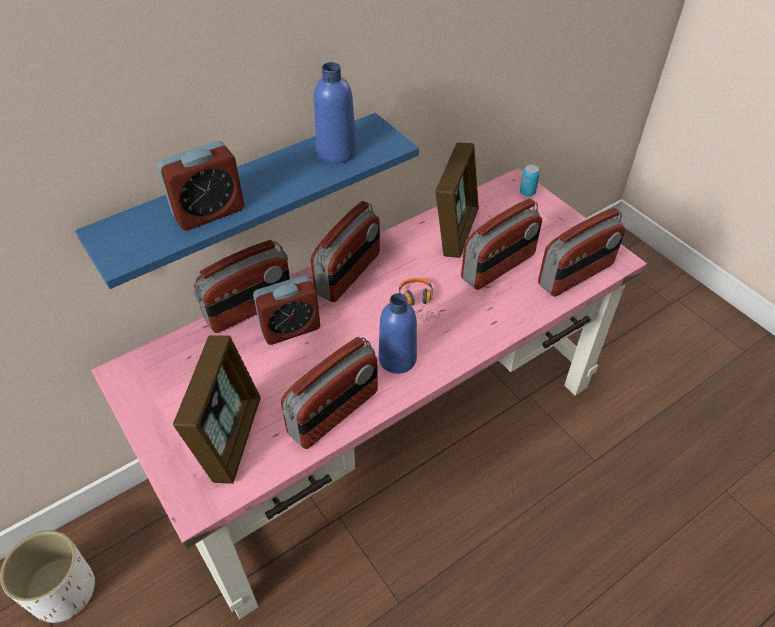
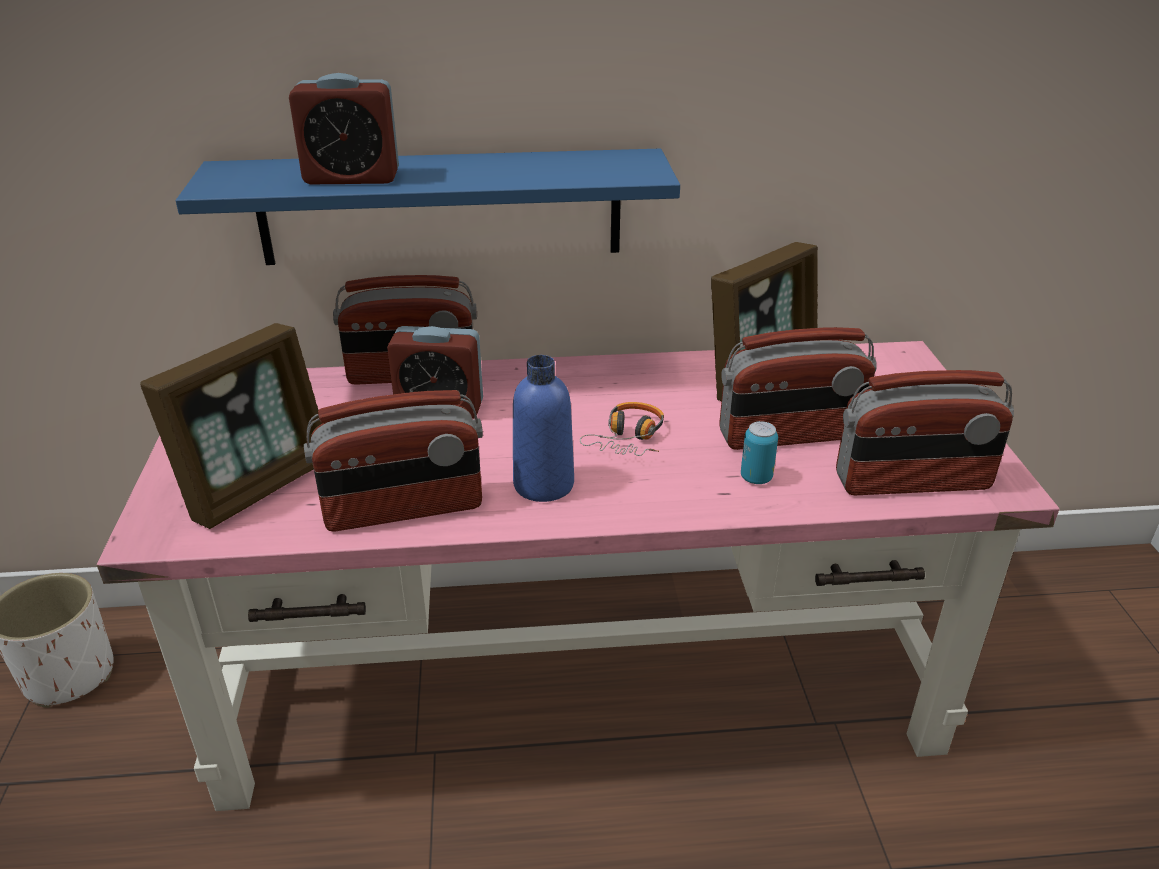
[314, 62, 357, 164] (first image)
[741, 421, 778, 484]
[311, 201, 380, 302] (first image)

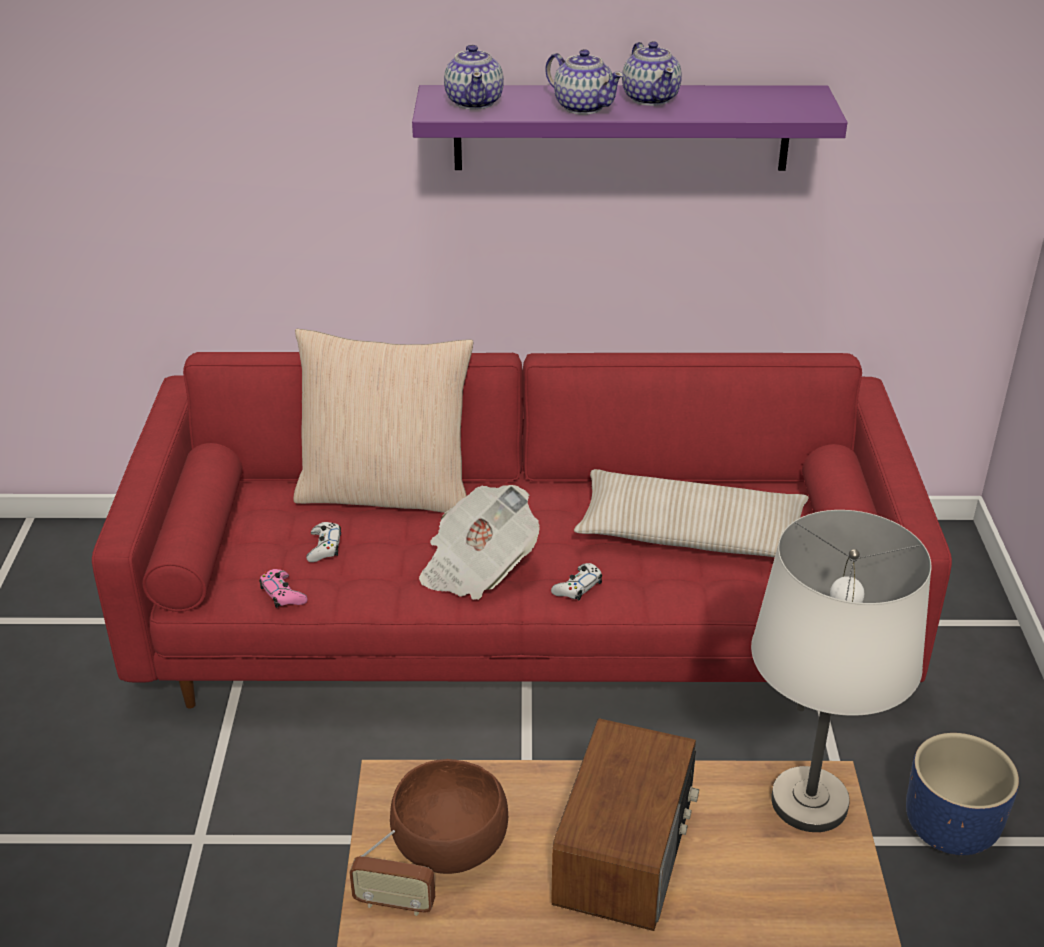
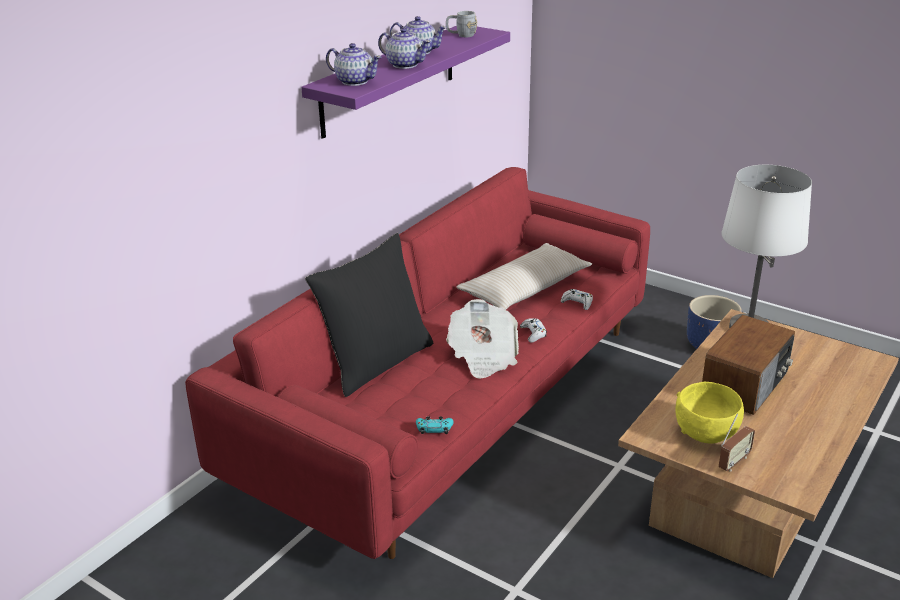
[378, 28, 431, 69]
[305, 233, 433, 397]
[561, 289, 593, 310]
[416, 416, 453, 434]
[702, 315, 795, 415]
[675, 382, 744, 444]
[446, 11, 477, 37]

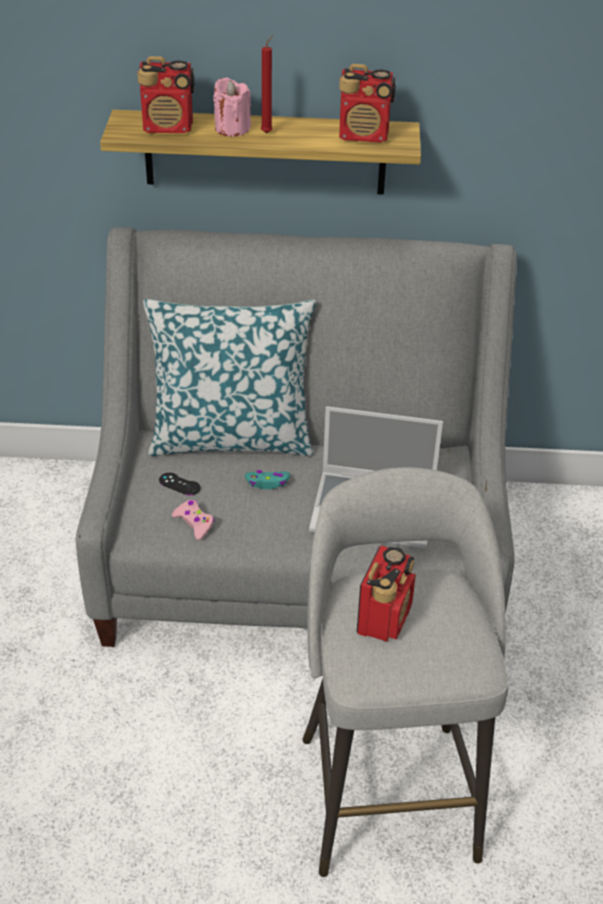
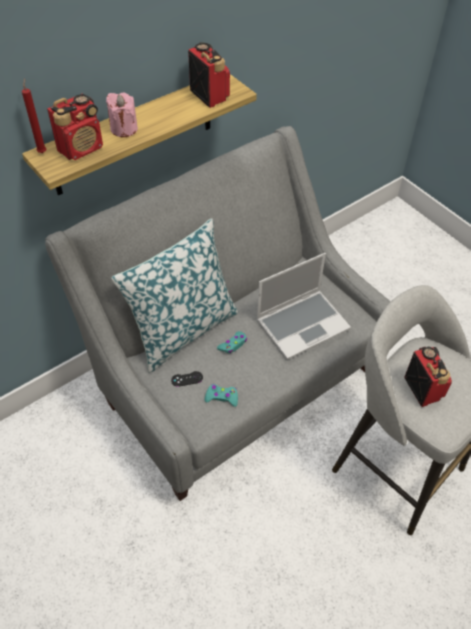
[22, 78, 46, 153]
[188, 42, 230, 108]
[205, 384, 238, 407]

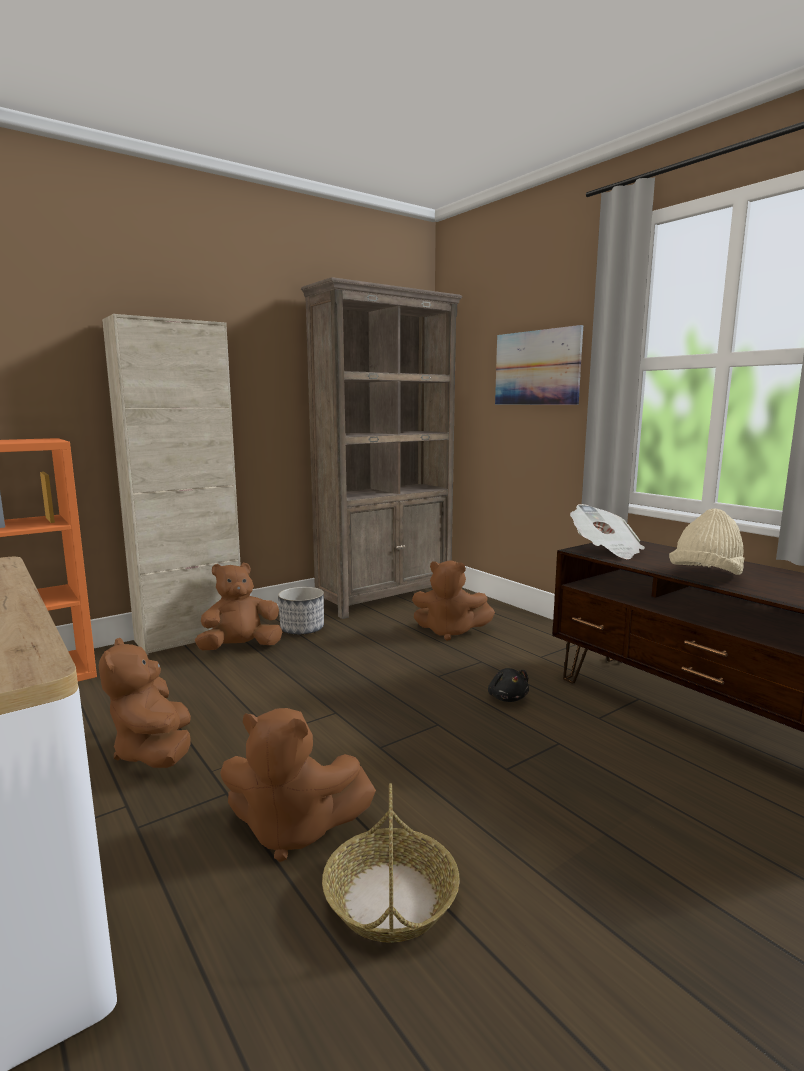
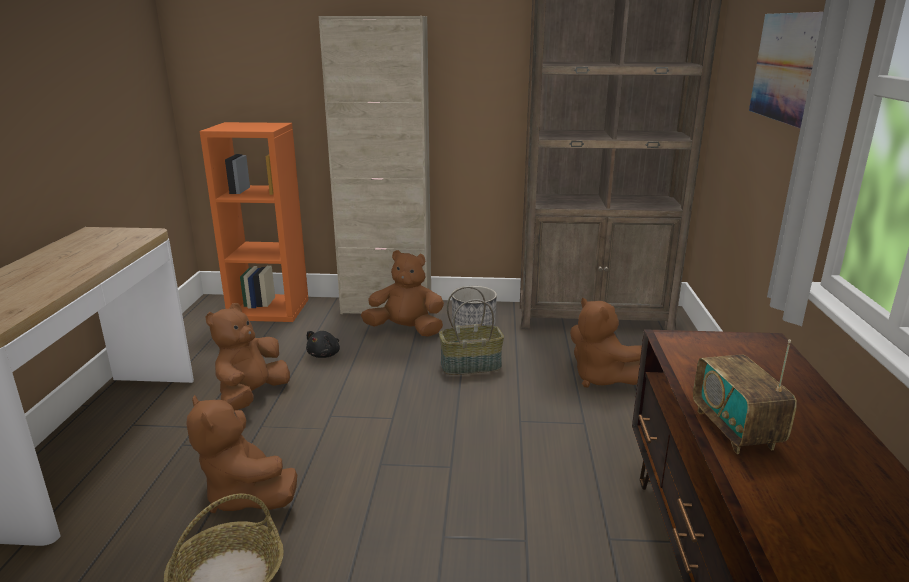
[570, 504, 645, 559] (first image)
[693, 339, 797, 454]
[306, 331, 340, 358]
[439, 286, 504, 375]

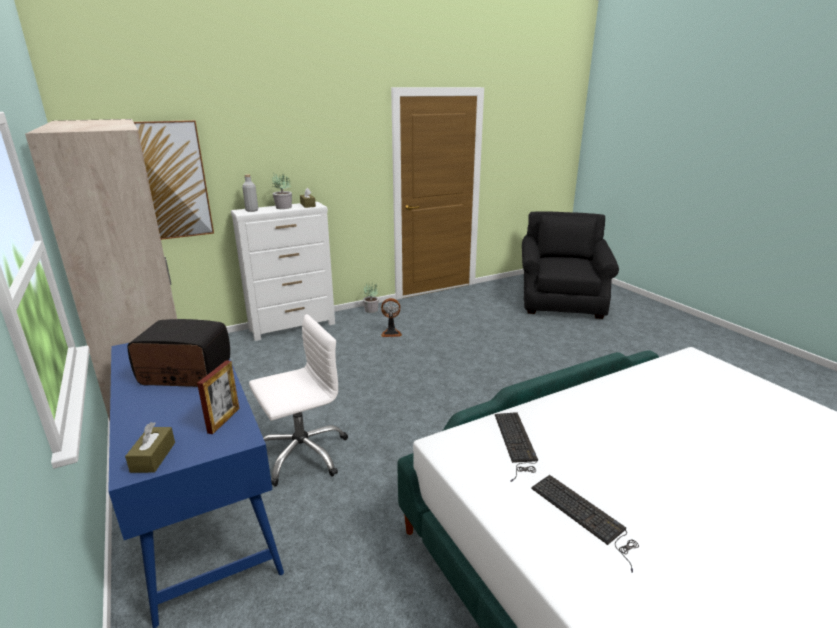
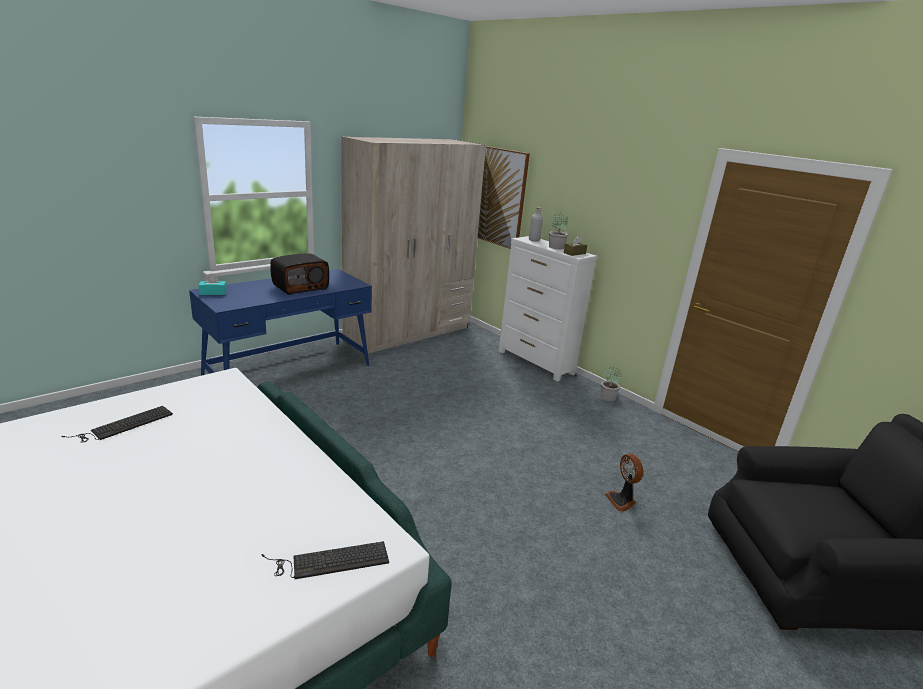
[605, 454, 643, 512]
[249, 314, 348, 487] (first image)
[270, 254, 329, 295]
[197, 360, 239, 434] (first image)
[261, 541, 389, 579]
[198, 274, 227, 295]

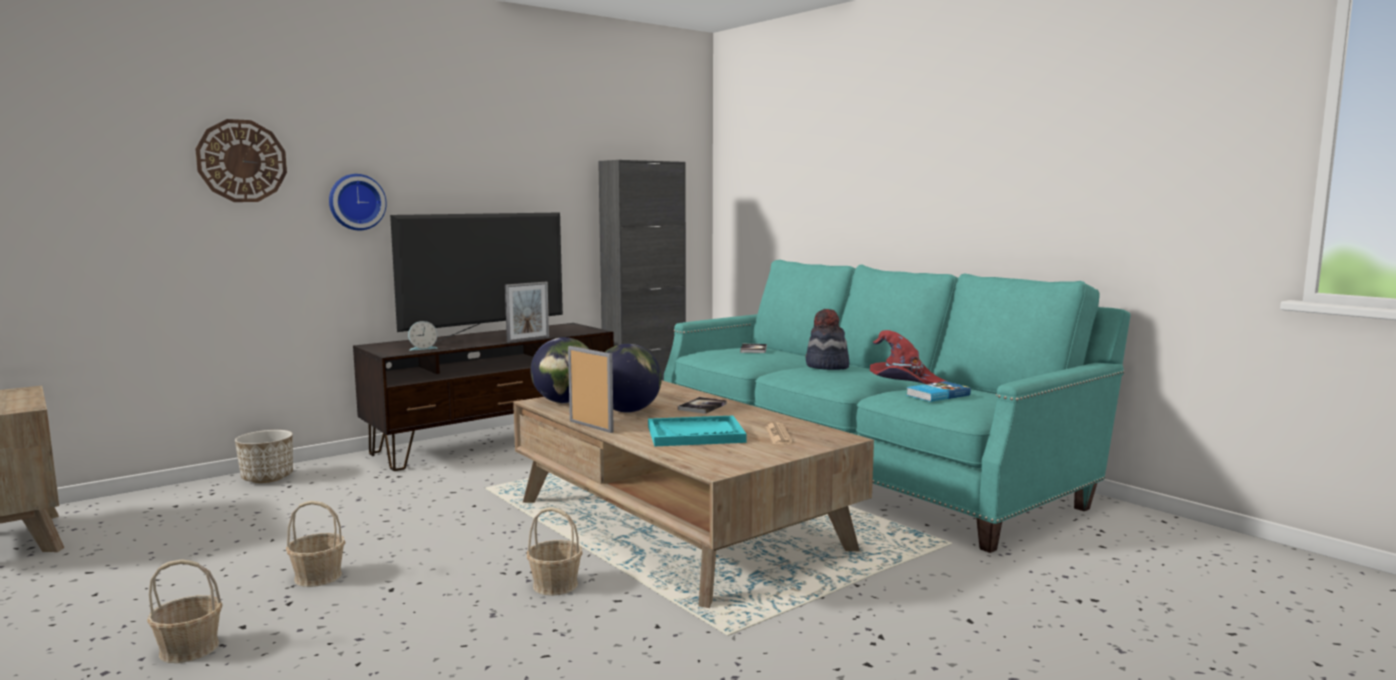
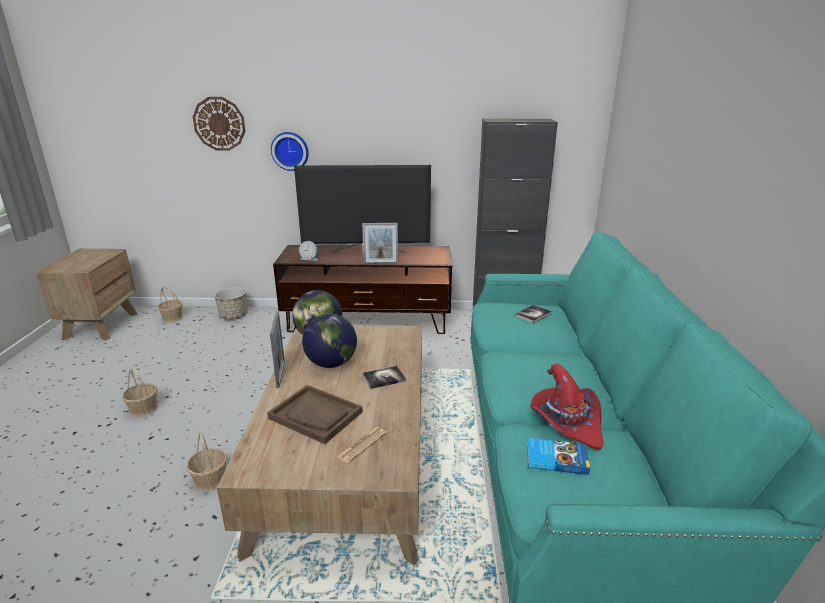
[806, 309, 849, 370] (first image)
[267, 385, 363, 444]
[157, 286, 183, 323]

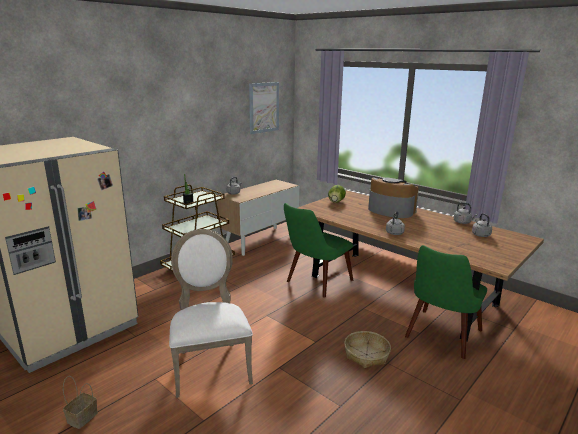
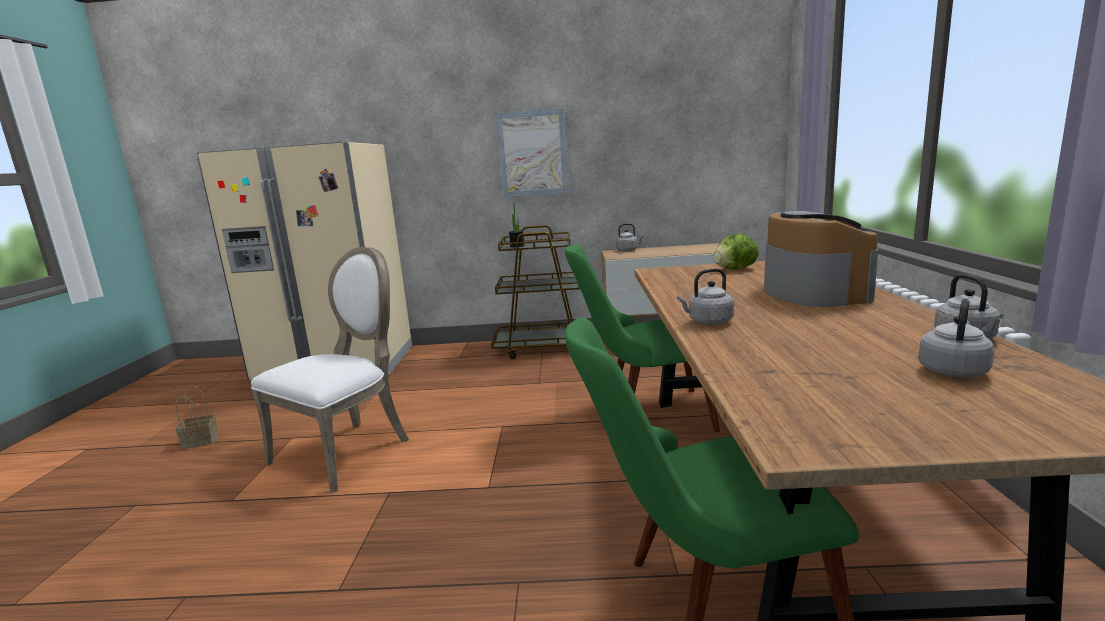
[496, 108, 569, 197]
[344, 331, 391, 368] (first image)

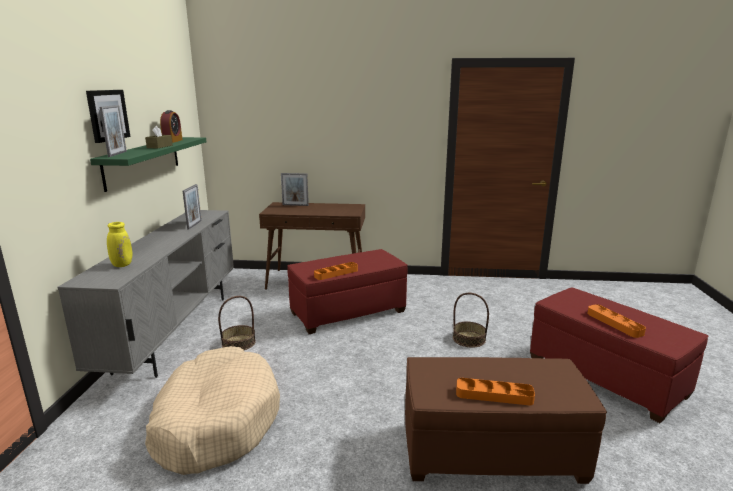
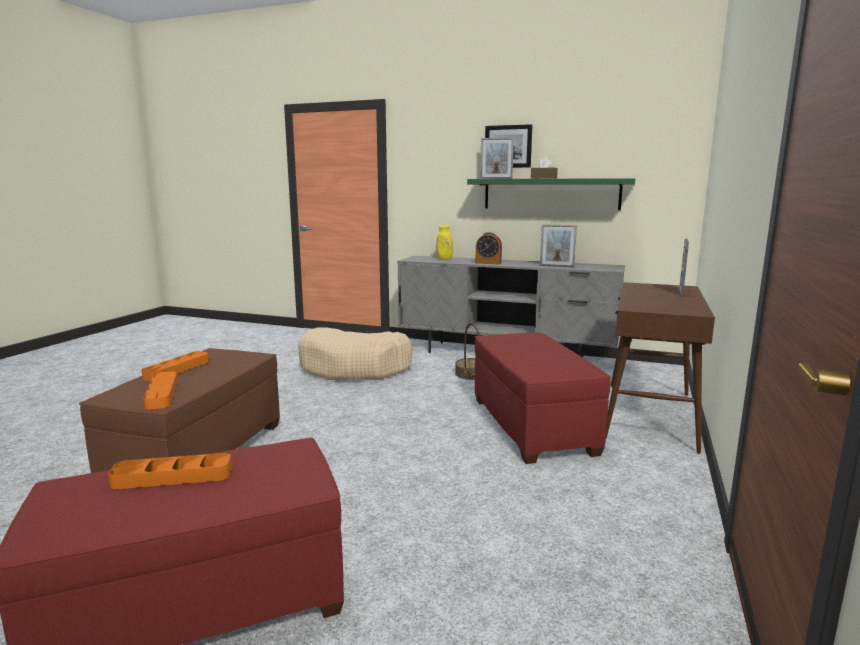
[475, 232, 502, 265]
[143, 371, 178, 410]
[453, 293, 489, 348] (first image)

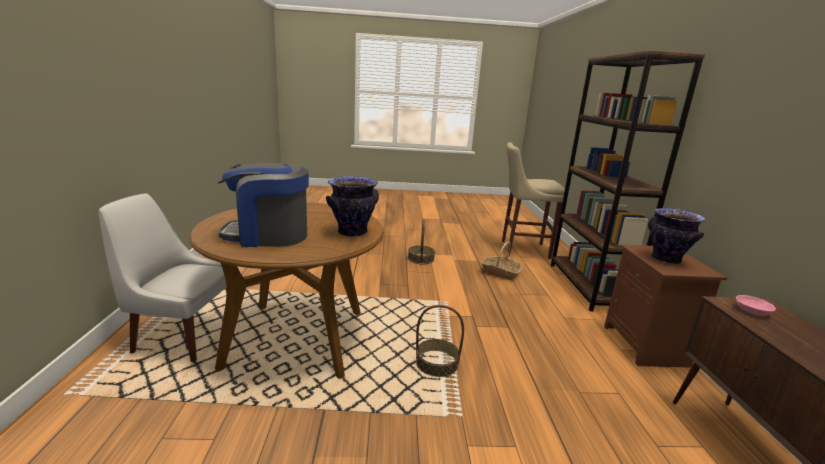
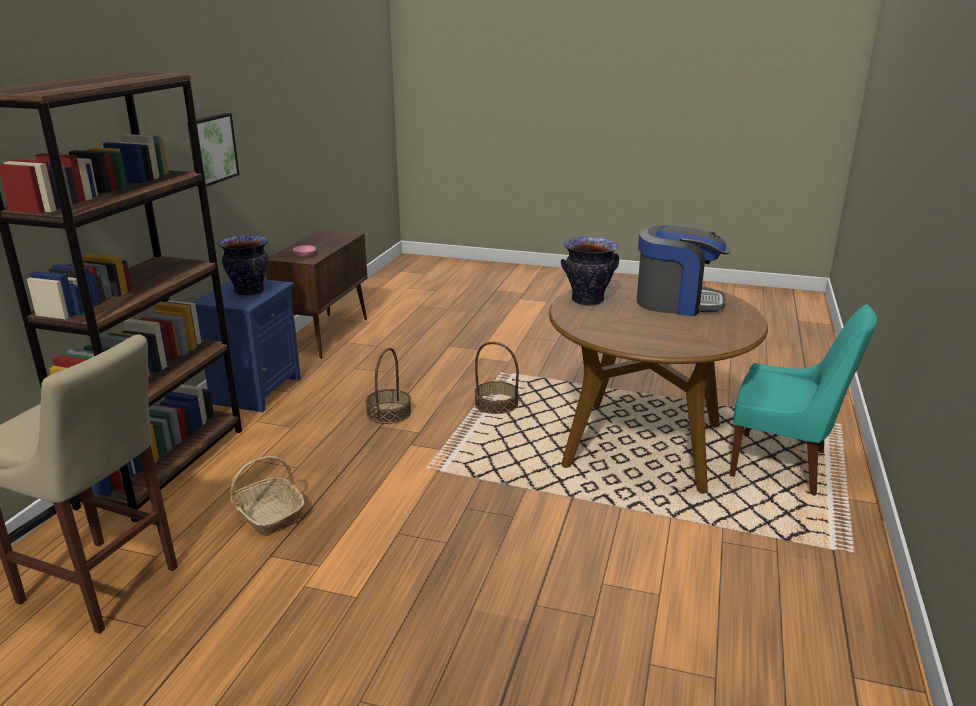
[730, 304, 877, 496]
[366, 348, 411, 424]
[191, 279, 301, 412]
[187, 113, 239, 187]

